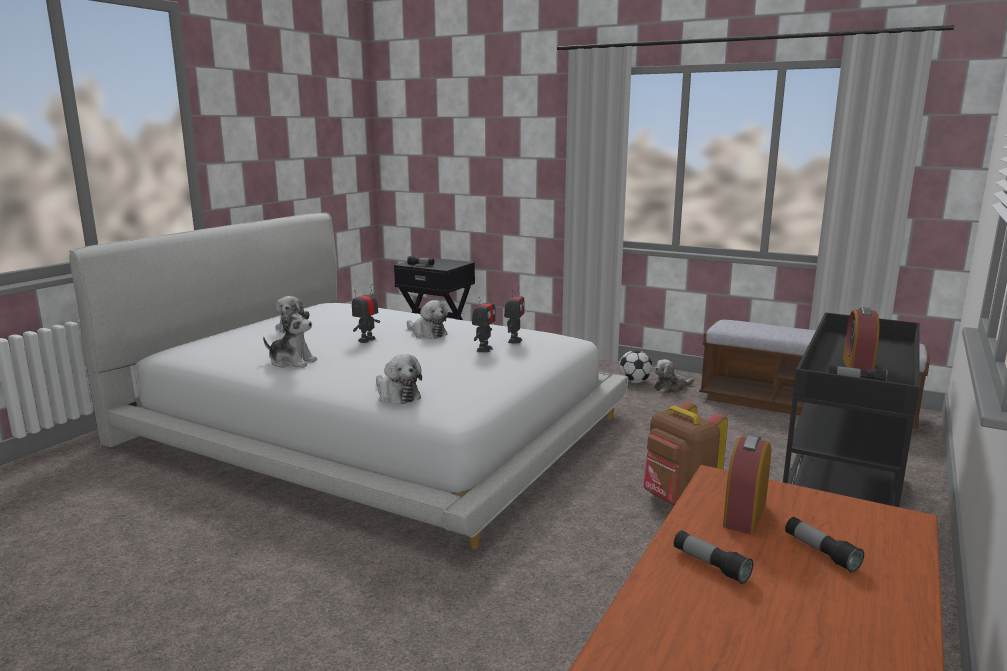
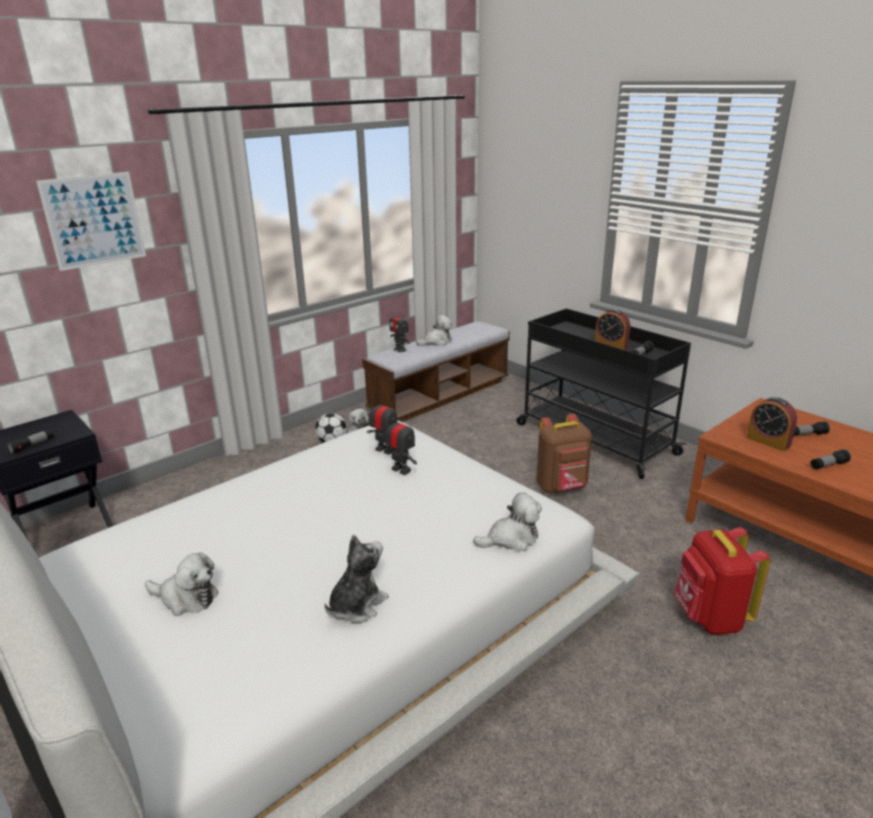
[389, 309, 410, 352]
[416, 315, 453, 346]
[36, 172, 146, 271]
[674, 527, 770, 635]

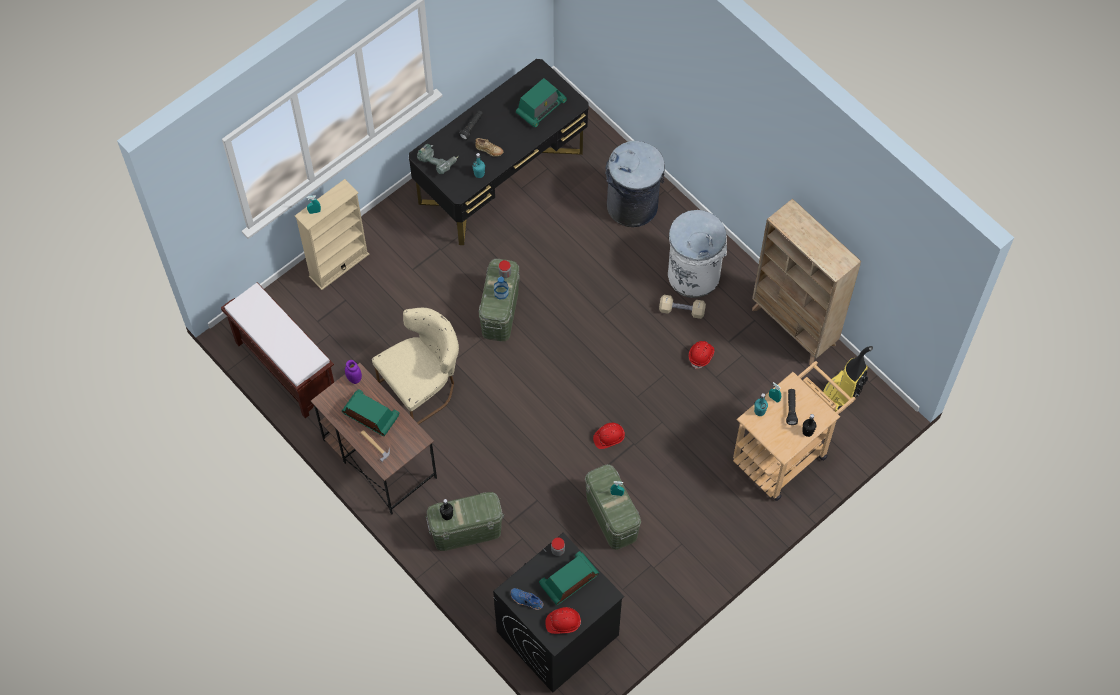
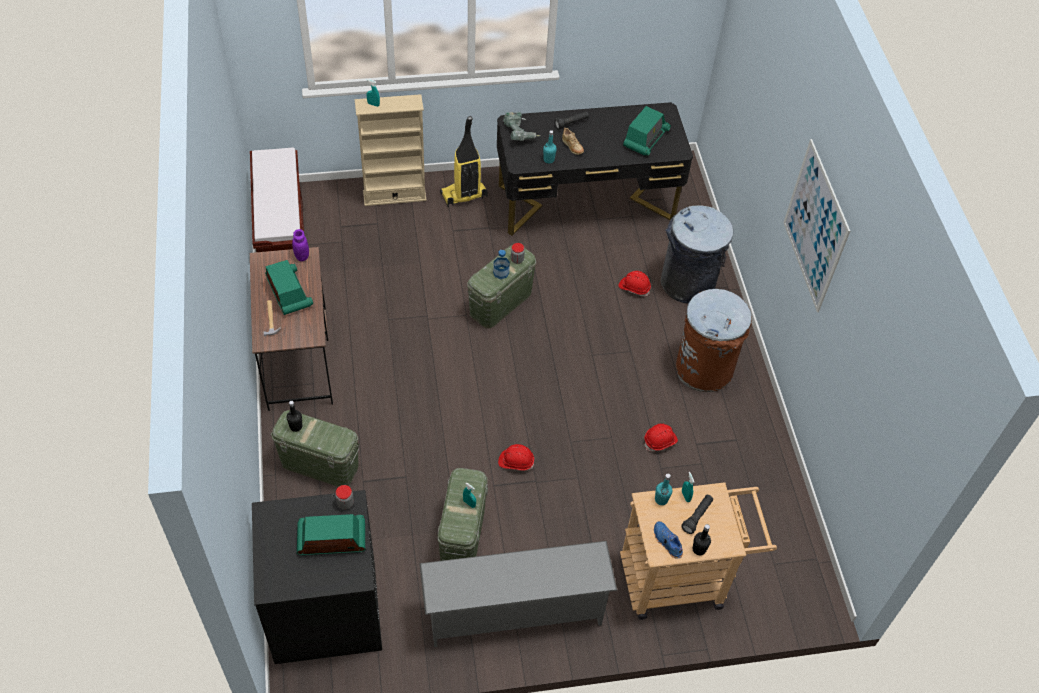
[623, 106, 671, 156]
[752, 198, 861, 365] (first image)
[676, 289, 752, 392]
[659, 295, 706, 319] (first image)
[372, 308, 459, 424] (first image)
[440, 116, 488, 207]
[654, 521, 683, 559]
[618, 271, 651, 297]
[783, 139, 850, 312]
[419, 541, 617, 647]

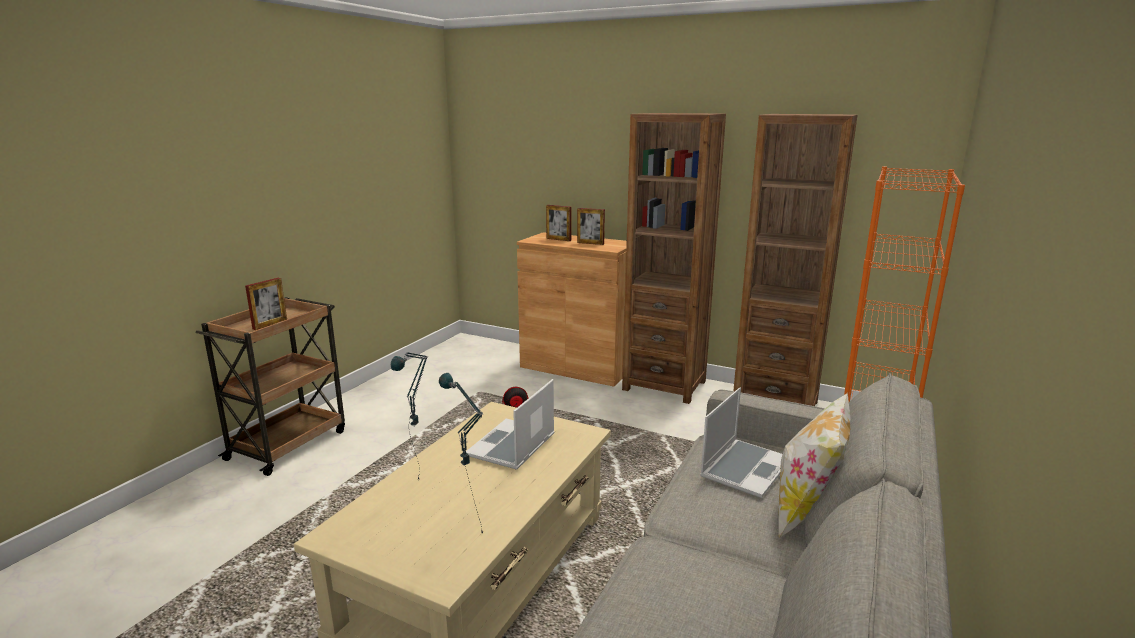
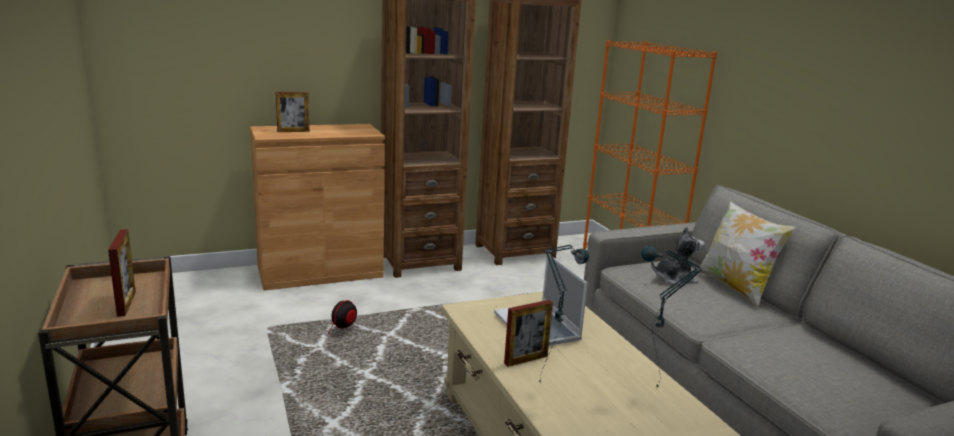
[504, 300, 553, 367]
[651, 226, 705, 286]

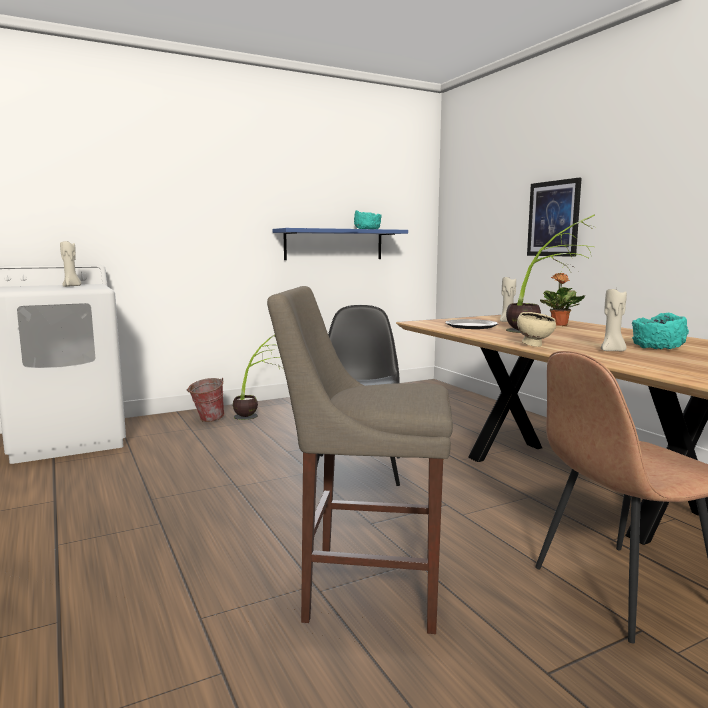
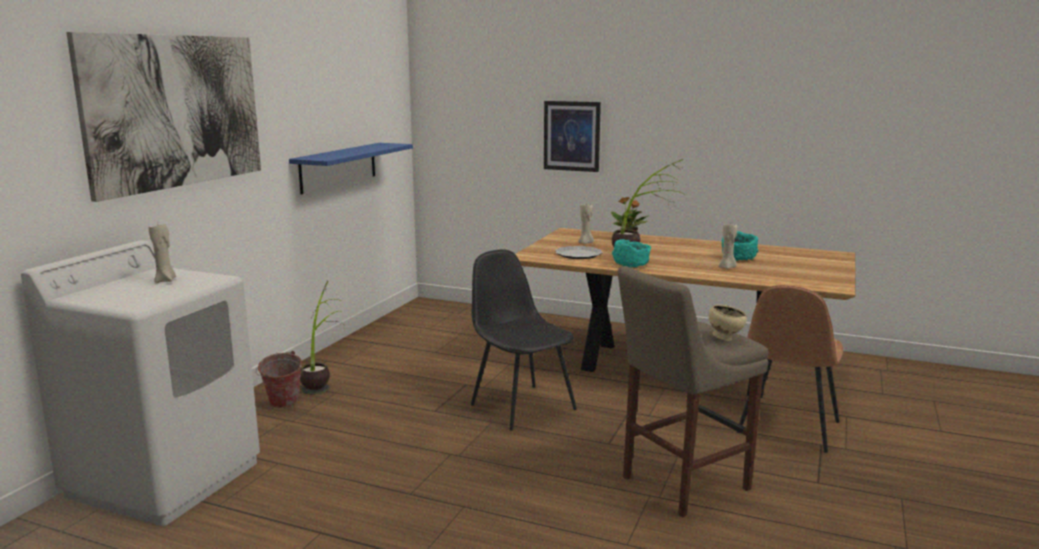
[612, 239, 651, 268]
[709, 305, 747, 341]
[66, 32, 261, 202]

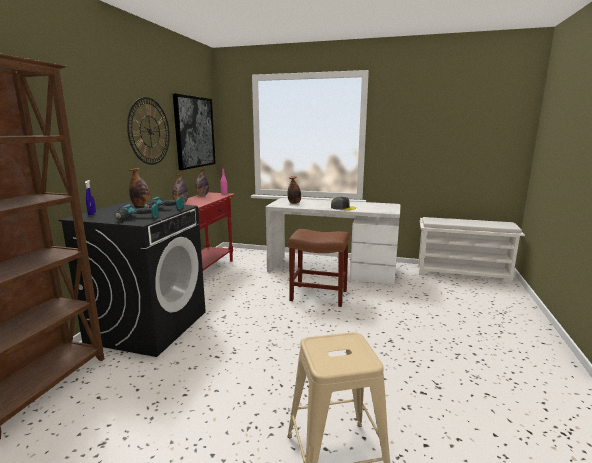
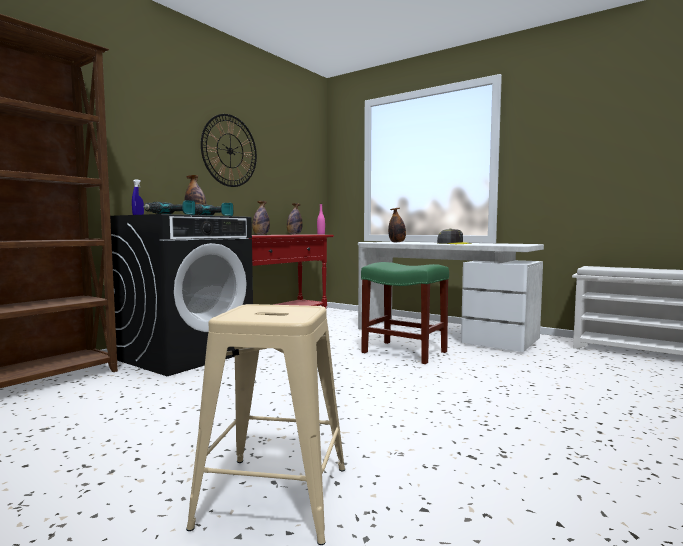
[173, 94, 216, 170] (first image)
[361, 262, 449, 364]

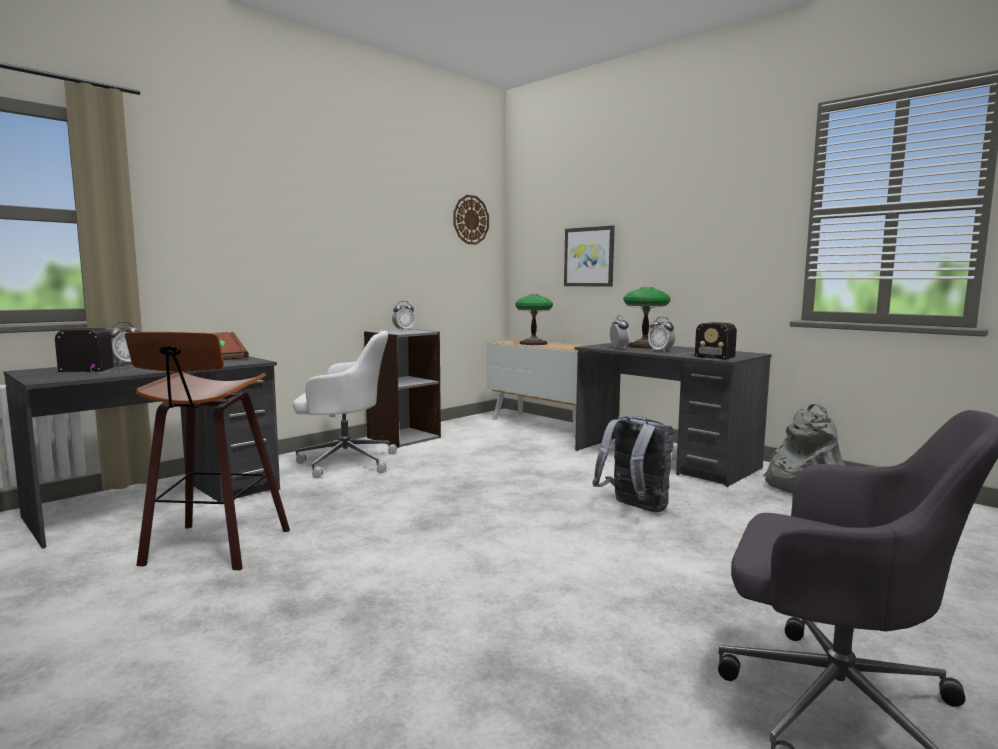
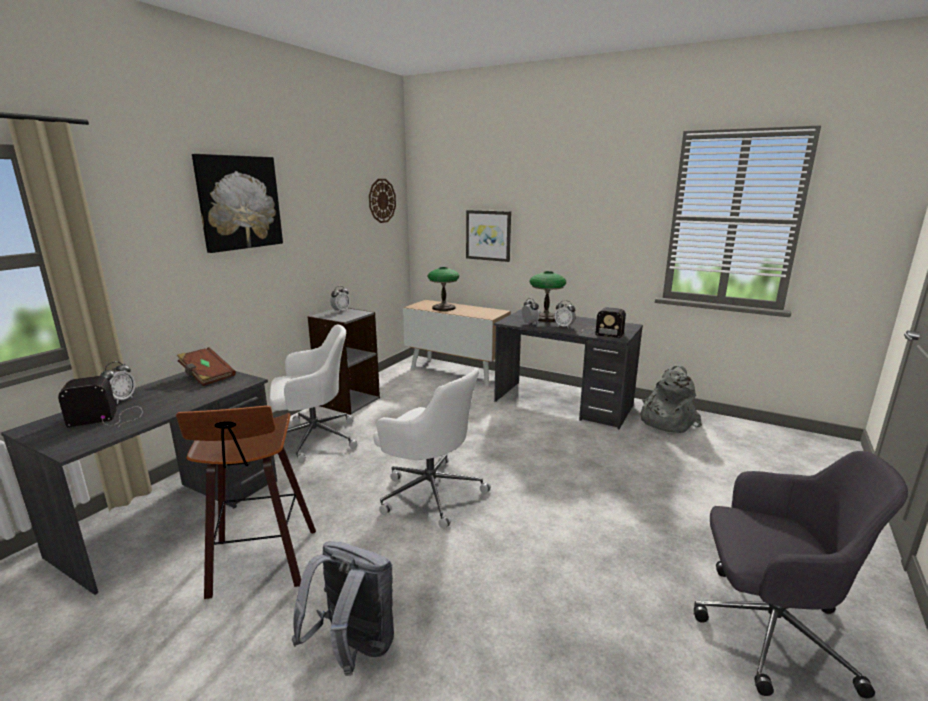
[292, 541, 394, 676]
[192, 154, 283, 253]
[373, 368, 491, 529]

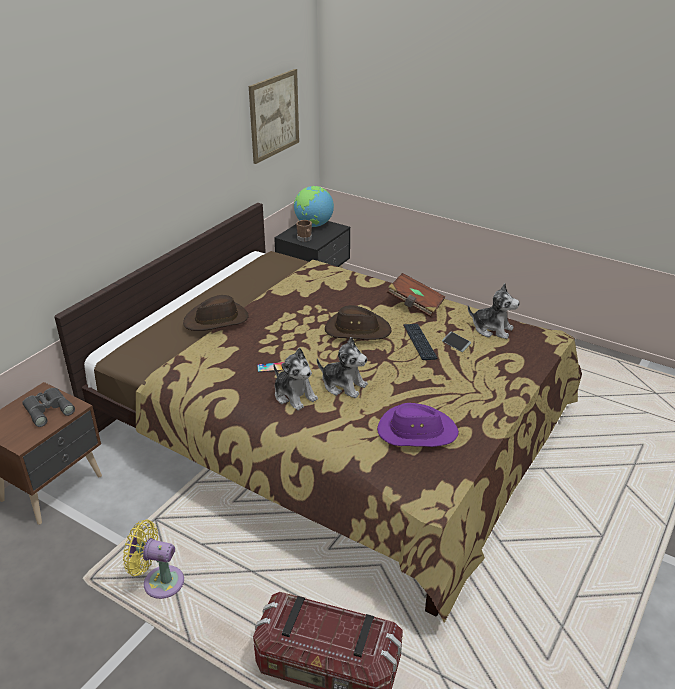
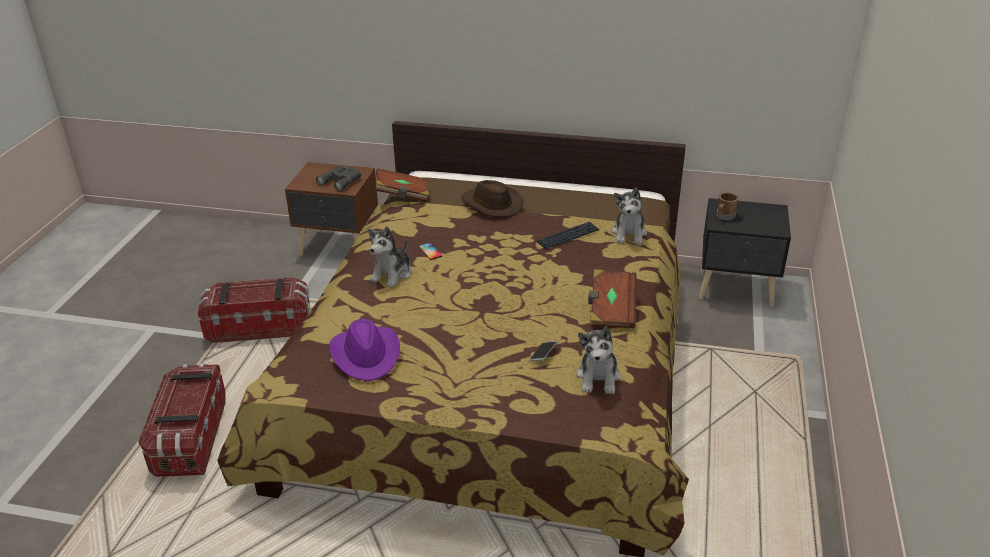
[249, 69, 299, 164] (first image)
[294, 186, 334, 227] (first image)
[325, 305, 392, 340] (first image)
[537, 221, 600, 249]
[612, 187, 647, 244]
[197, 277, 310, 343]
[375, 168, 429, 202]

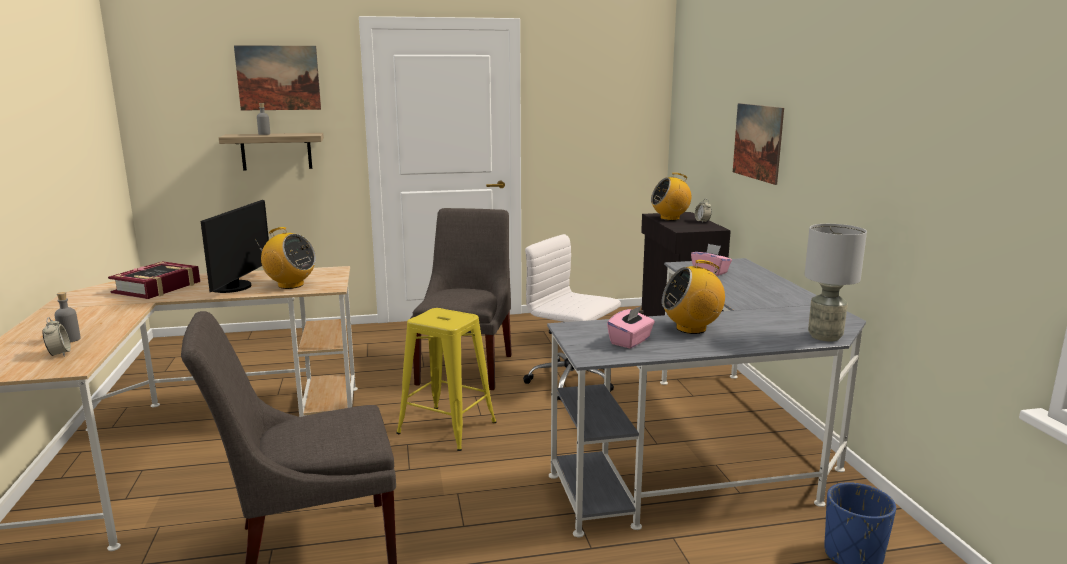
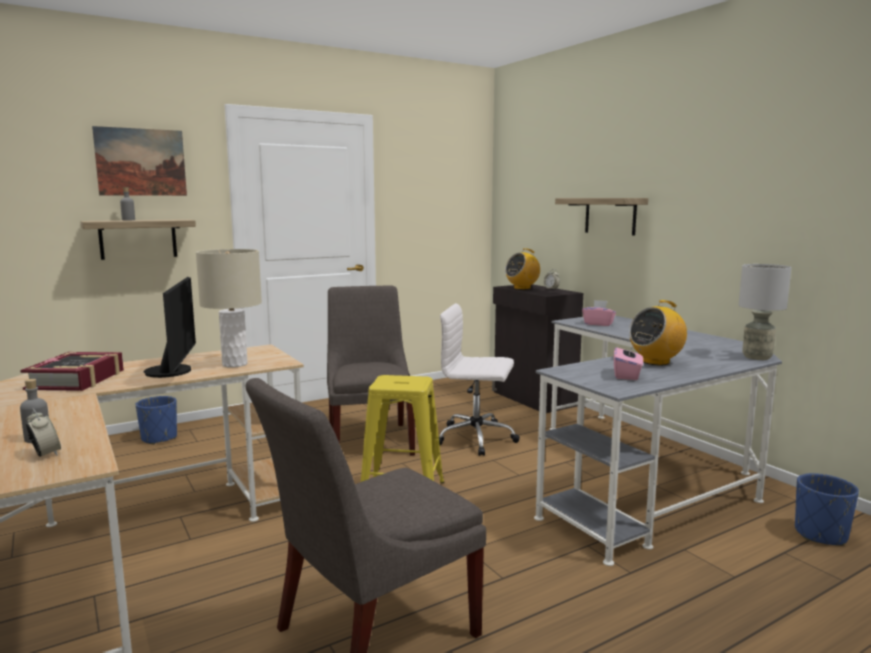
[555, 198, 648, 236]
[196, 249, 262, 367]
[136, 396, 177, 445]

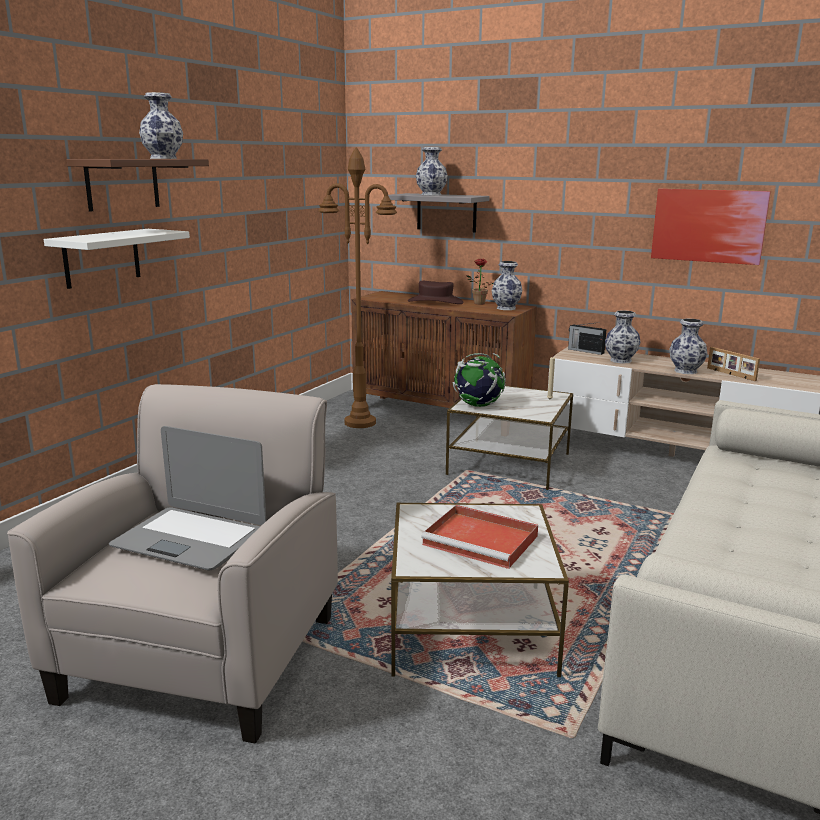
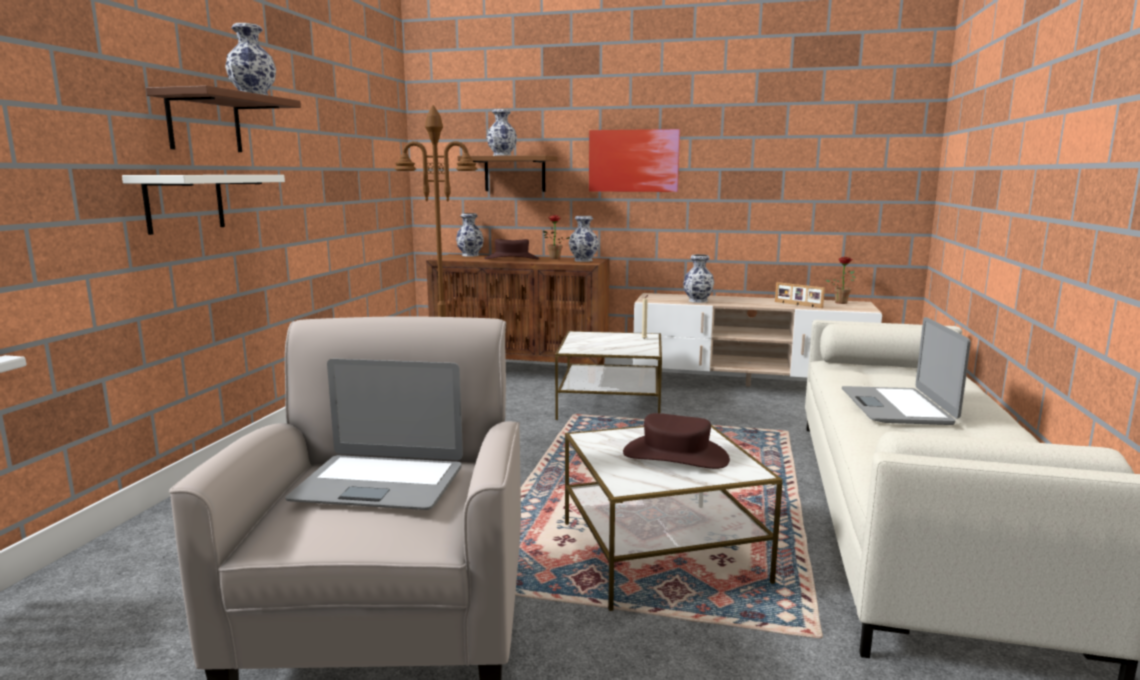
[589, 129, 680, 192]
[457, 155, 558, 192]
[456, 213, 484, 257]
[568, 322, 606, 355] (first image)
[452, 353, 506, 407] (first image)
[623, 413, 730, 469]
[825, 257, 856, 304]
[842, 317, 971, 425]

